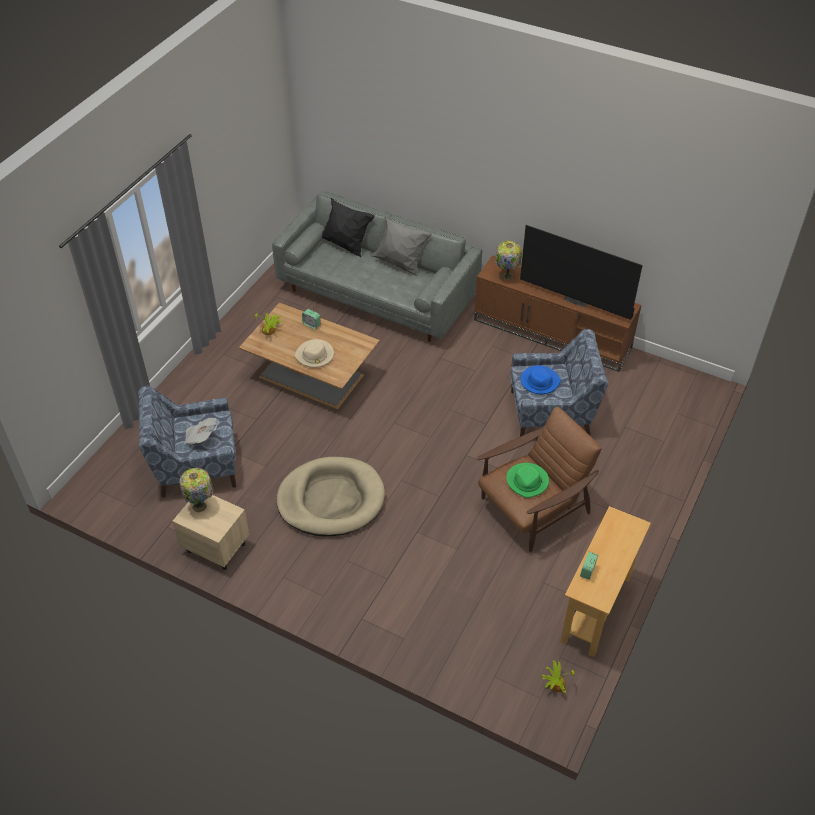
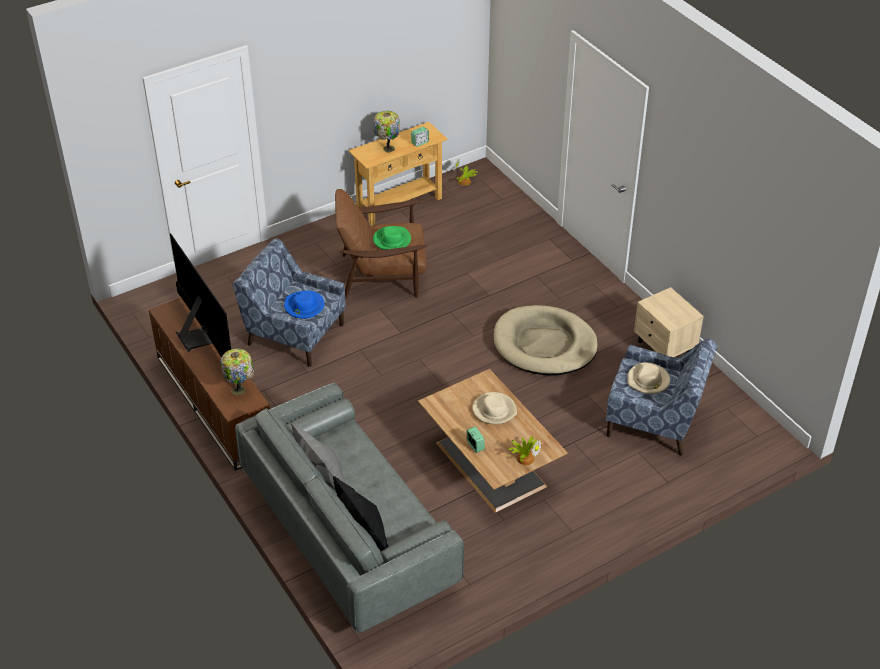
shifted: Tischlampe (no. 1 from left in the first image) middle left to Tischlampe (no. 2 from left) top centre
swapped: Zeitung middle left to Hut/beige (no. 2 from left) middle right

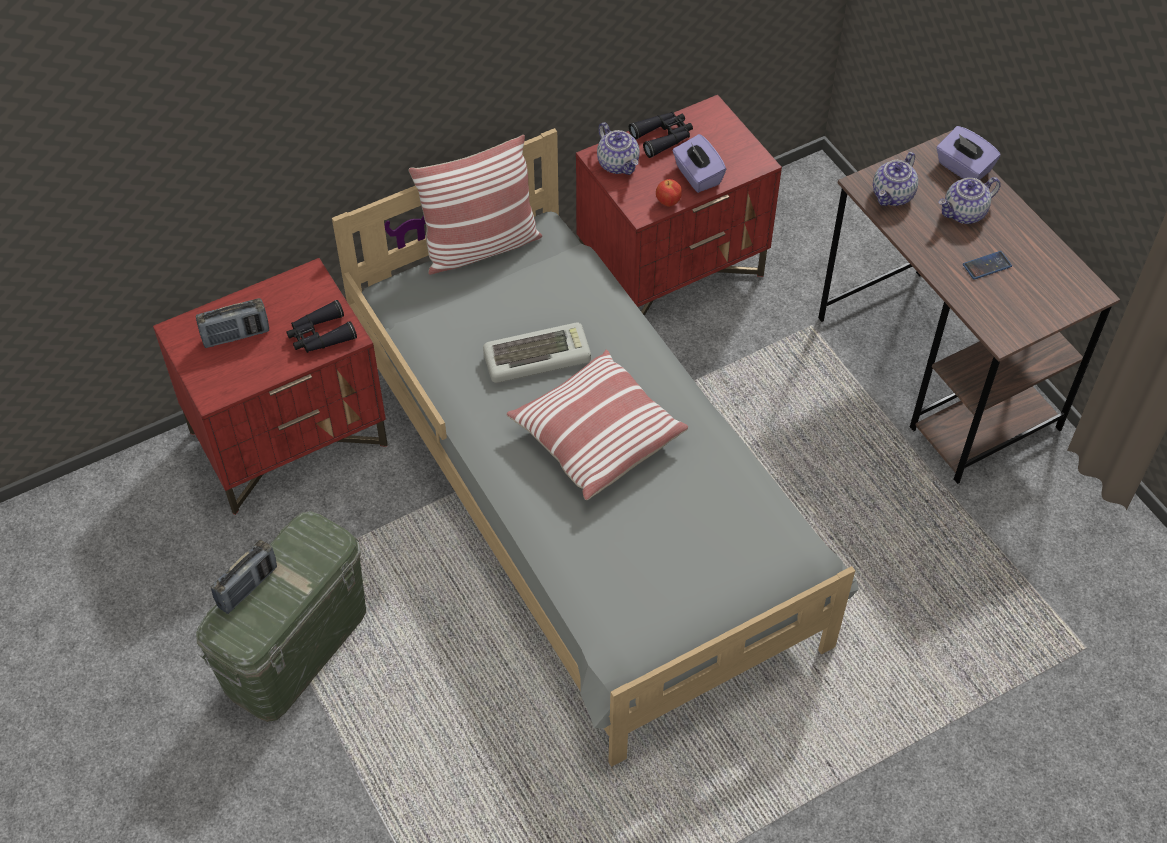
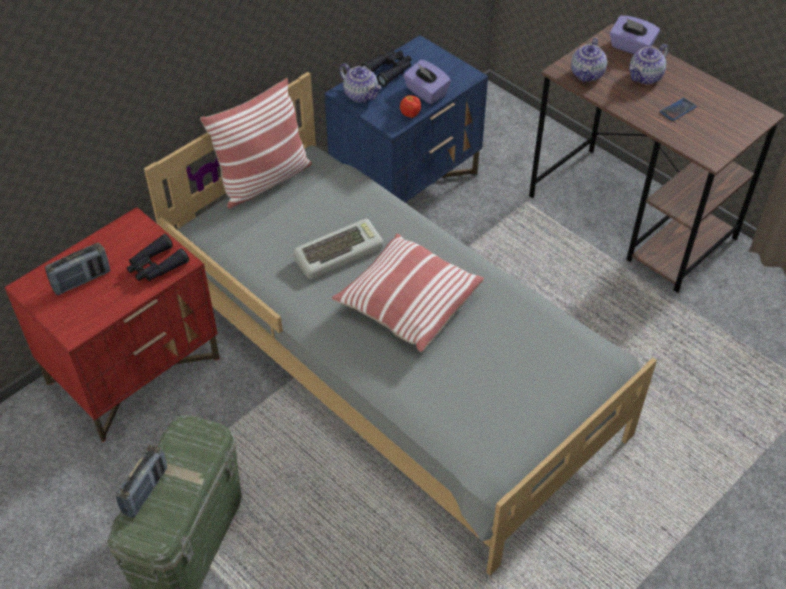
repainted: Nachttisch/rot (no. 2 from left) top centre to Nachttisch/blau top centre

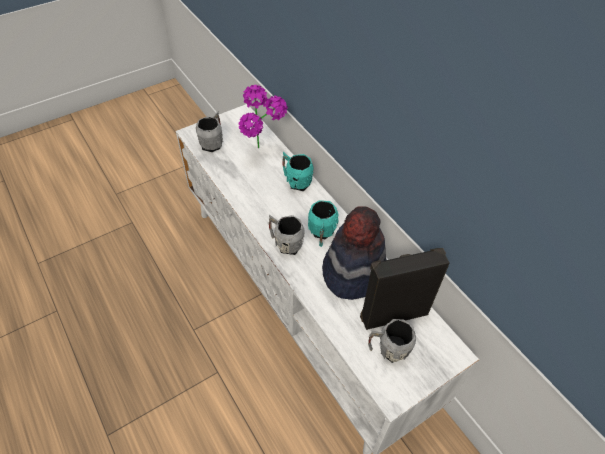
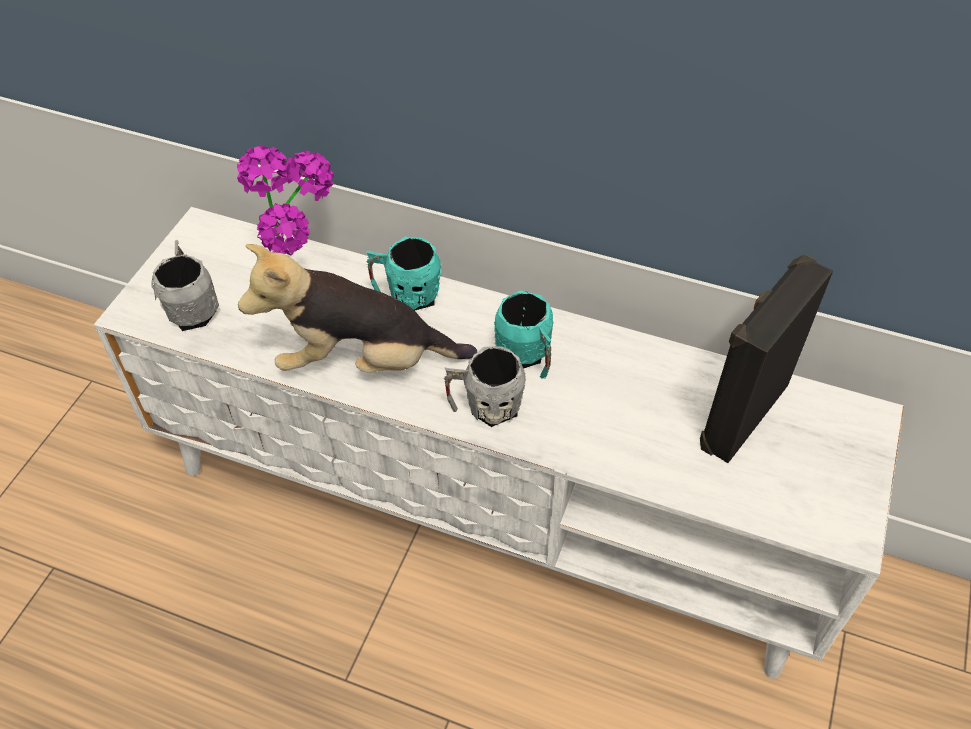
gone: Hut centre; Henkelbecher/grau (no. 3 from left) bottom centre
new: Plüschtier centre

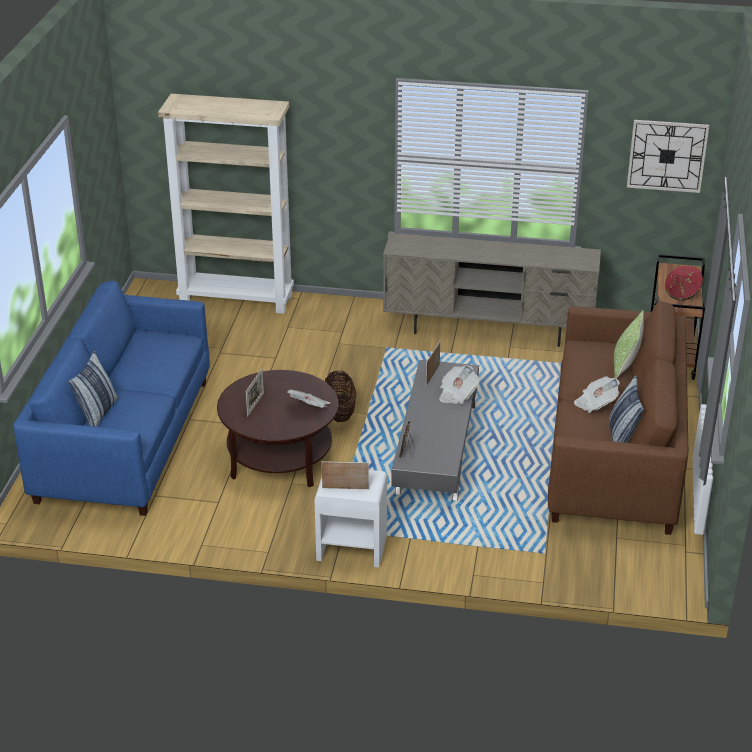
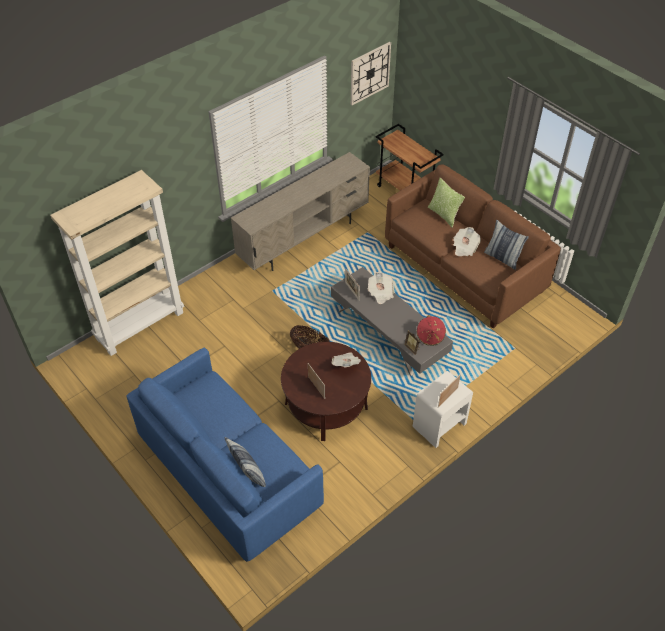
shifted: Hut/rot middle right to centre

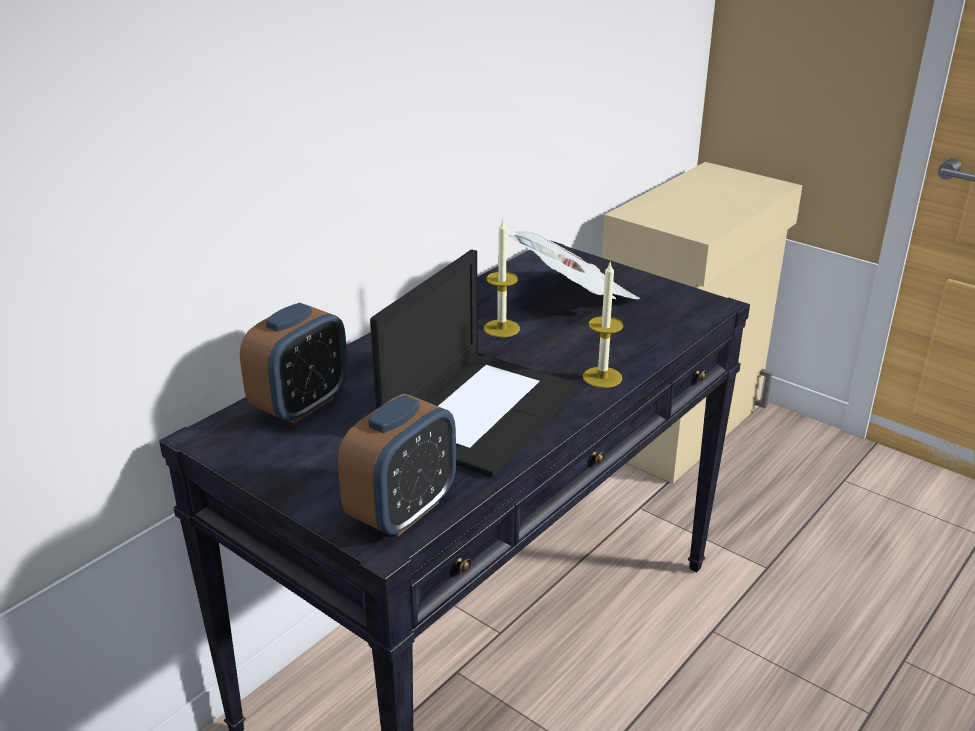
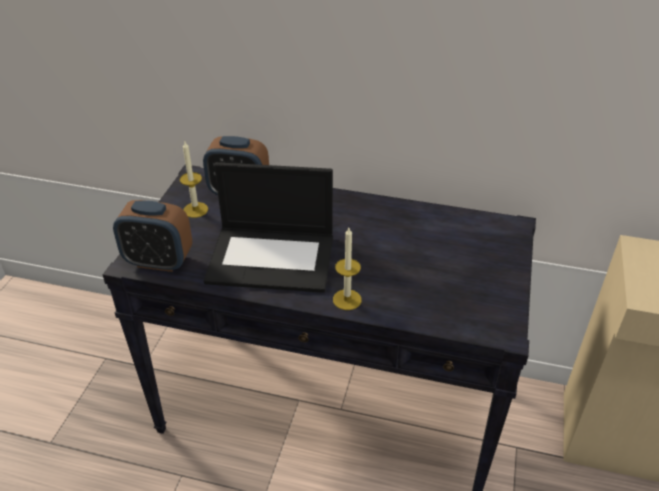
gone: Zeitung centre
shifted: Kerze (no. 1 from left) centre to middle left

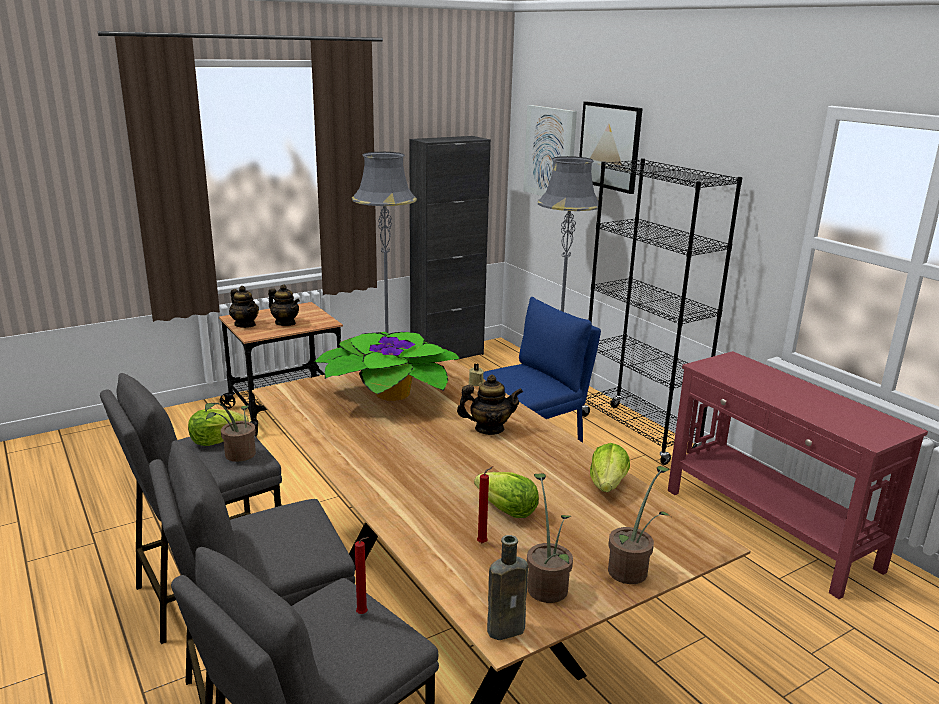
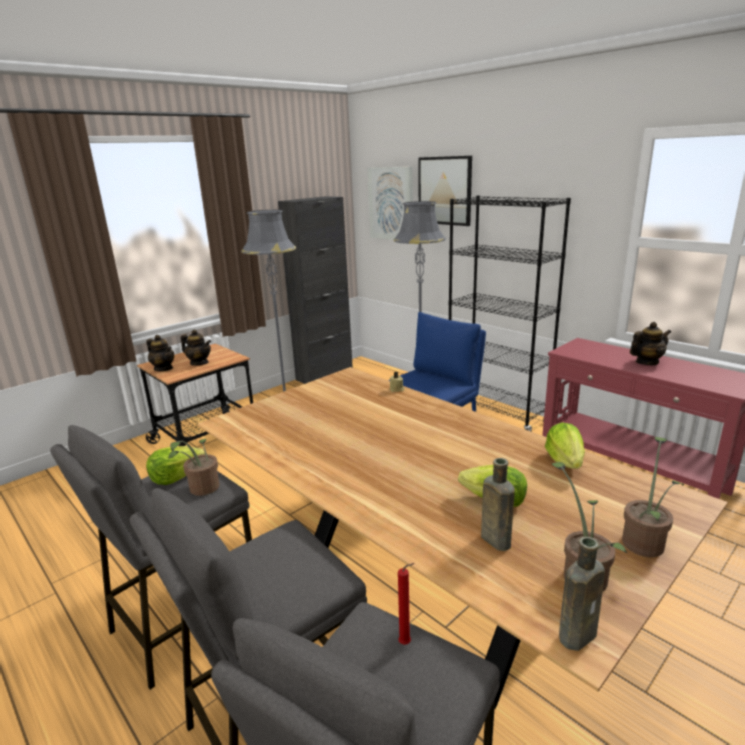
gone: Topfpflanze (no. 2 from left) centre
shifted: Teekanne (no. 3 from left) centre to middle right
swapped: Kerze/rot (no. 2 from left) bottom centre to Flasche/braun (no. 1 from left) bottom right

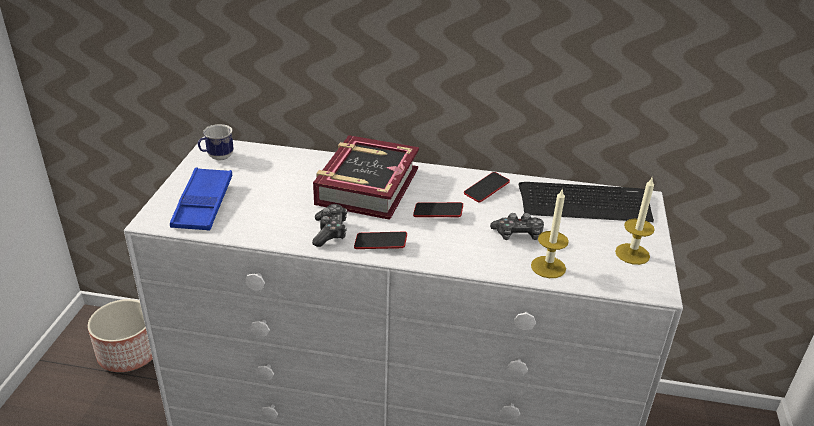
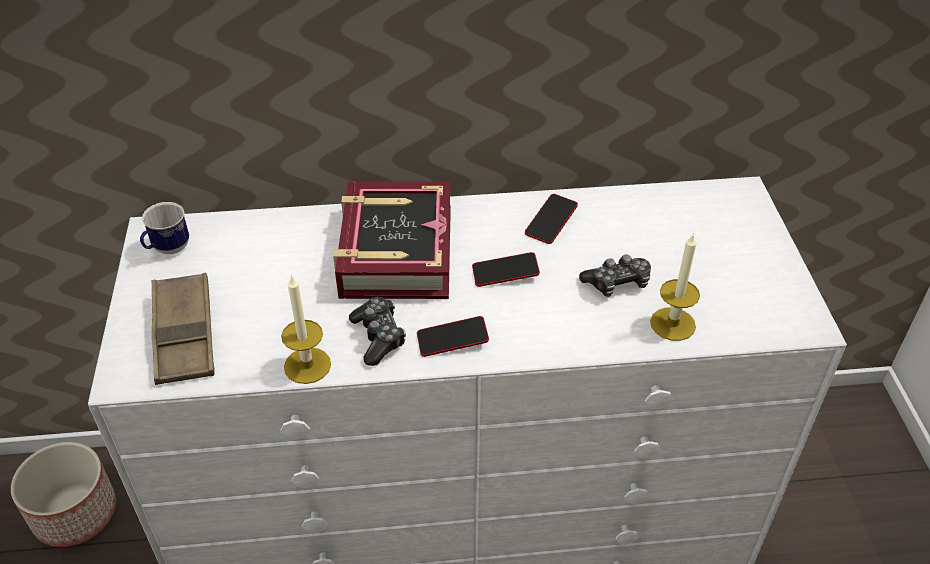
gone: Tastatur middle right
shifted: Kerze (no. 2 from left in the first image) middle right to Kerze (no. 1 from left) middle left
repainted: Tablett/blau middle left to Tablett/braun middle left

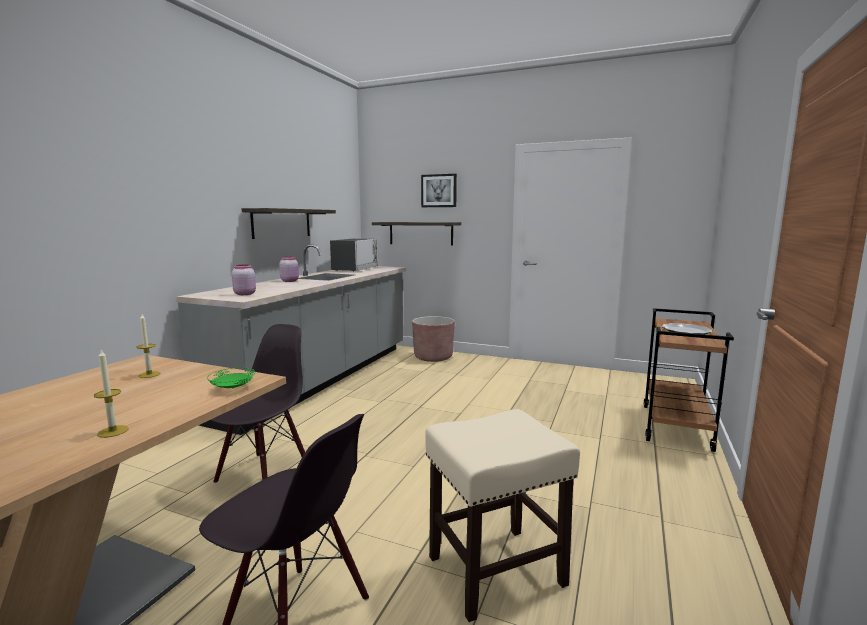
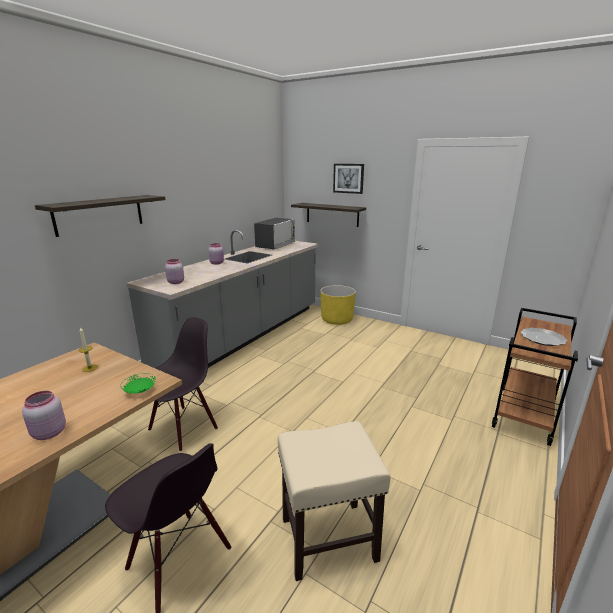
shifted: Wandregal (no. 1 from left) centre to middle left
swapped: Kerze (no. 1 from left) middle left to Vorratsglas/rosa (no. 1 from left) bottom left
repainted: Pflanzkübel/braun centre to Pflanzkübel/gelb centre

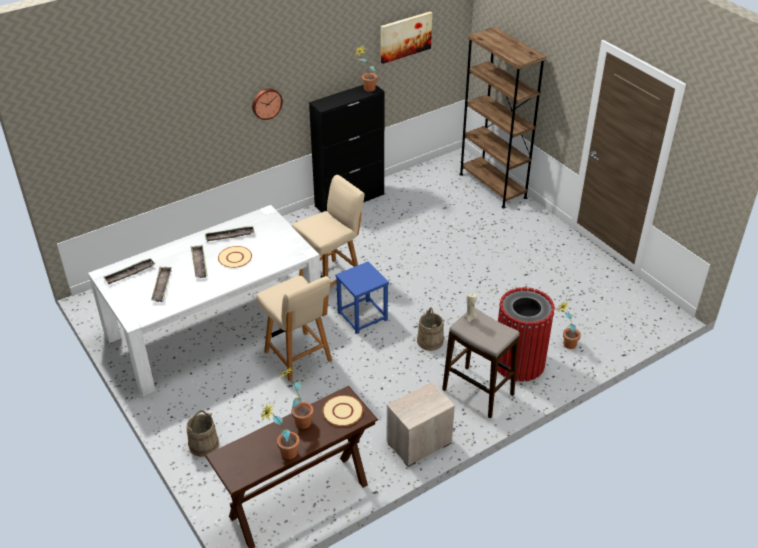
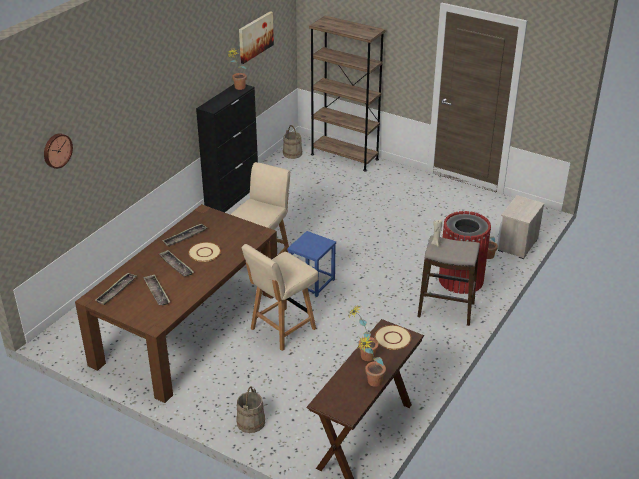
shifted: Wanduhr top centre to top left; Eimer/beige (no. 2 from left) centre to top centre; Nachttisch bottom centre to middle right
repainted: Esstisch/weiß middle left to Esstisch/braun middle left
rotated: Stuhl/beige (no. 1 from left in the first image) centre = centre 105 degrees clockwise

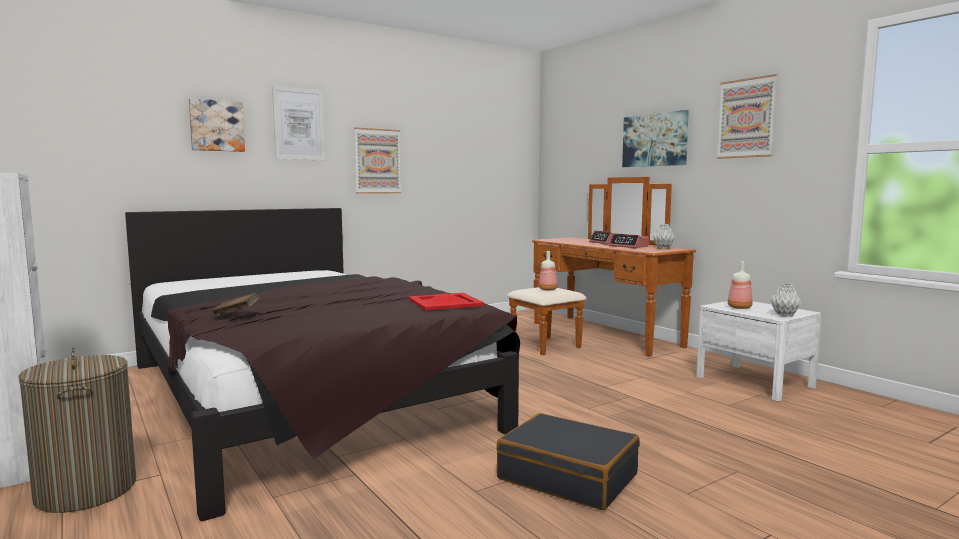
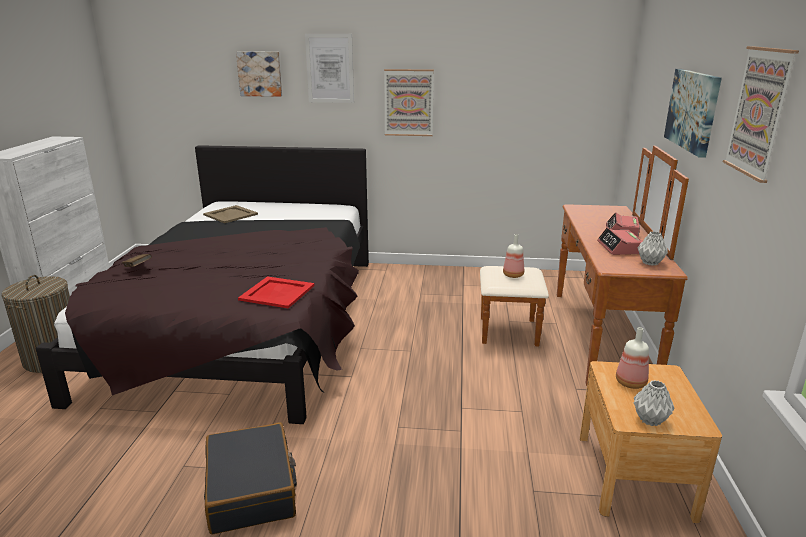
new: Tablett/beige middle left
repainted: Nachttisch/weiß middle right to Nachttisch/braun bottom right

